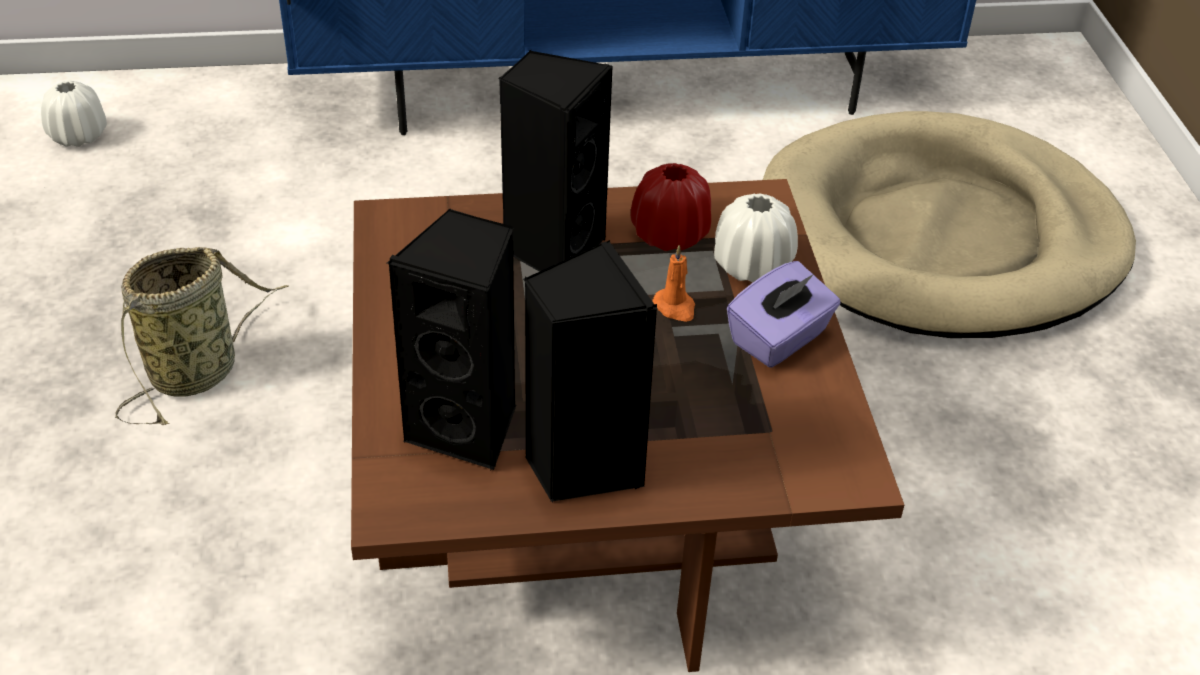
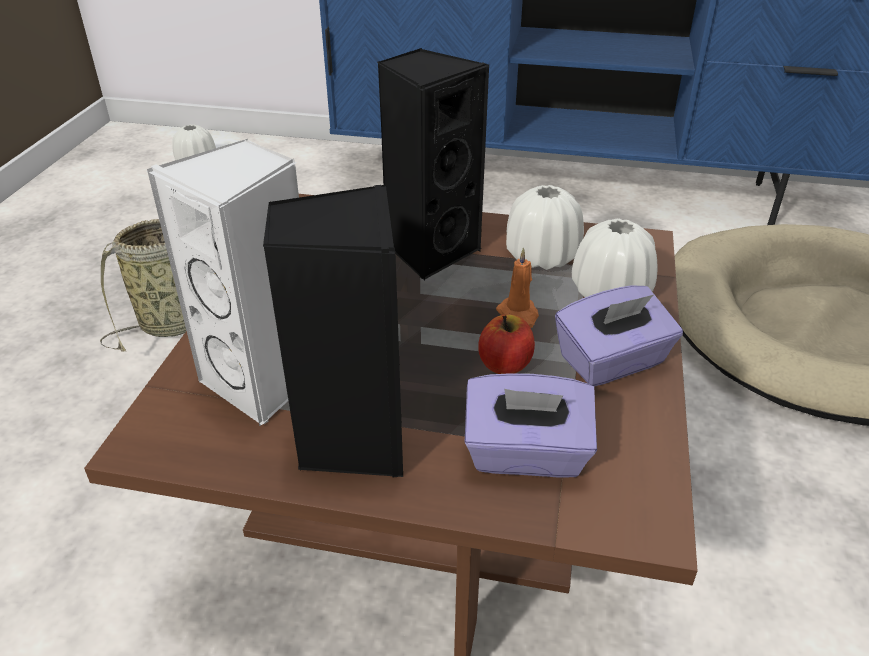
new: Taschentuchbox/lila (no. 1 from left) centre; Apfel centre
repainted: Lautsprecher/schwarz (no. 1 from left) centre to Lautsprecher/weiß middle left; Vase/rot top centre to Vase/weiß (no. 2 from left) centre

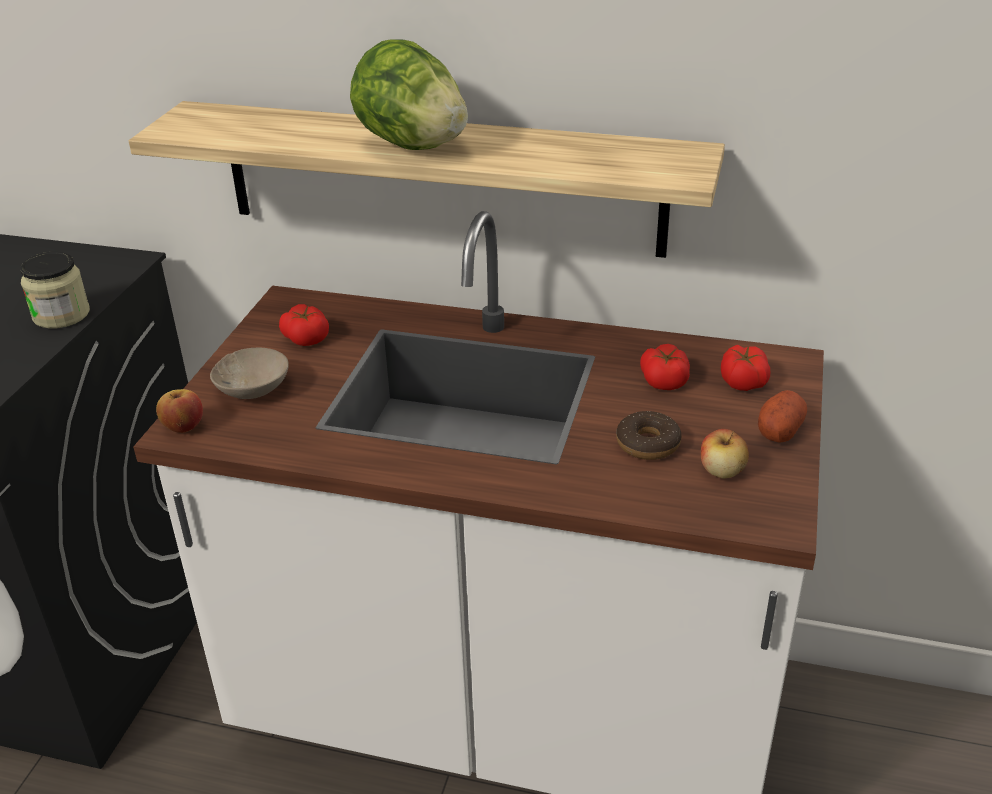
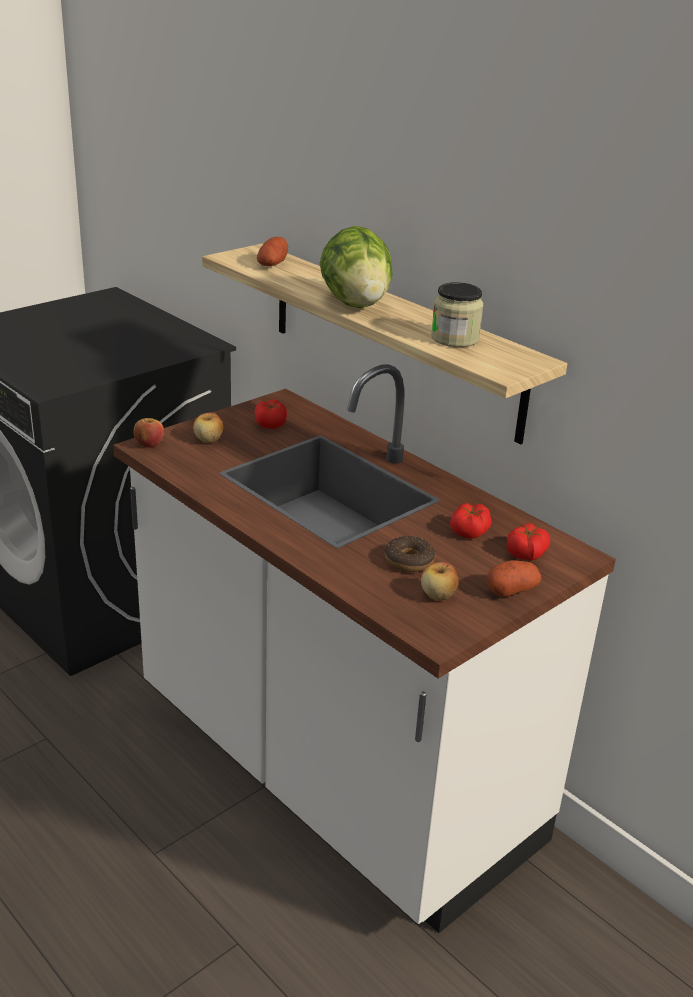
new: Kartoffel (no. 1 from left) top centre
shifted: Vorratsglas middle left to top centre
swapped: Schüssel/beige middle left to Apfel (no. 2 from left) middle left

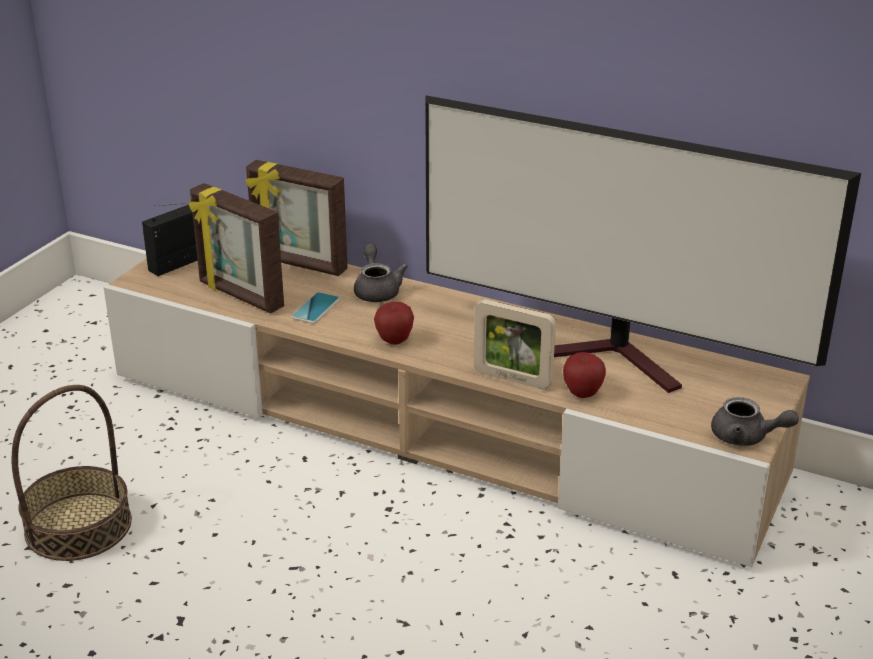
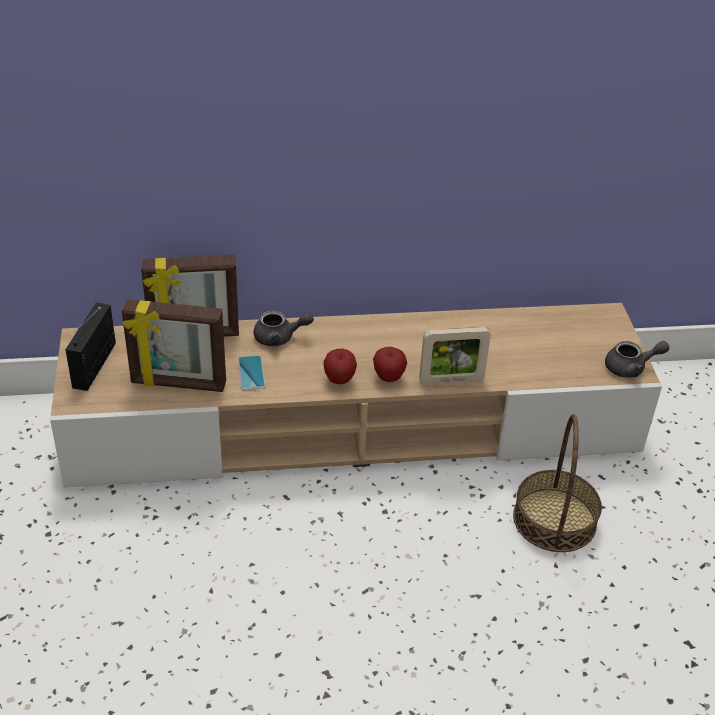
gone: Fernseher middle right
shifted: Apfel (no. 2 from left) middle right to centre; Korb bottom left to bottom right
rotated: Teekanne/grau (no. 1 from left) centre = centre 135 degrees clockwise

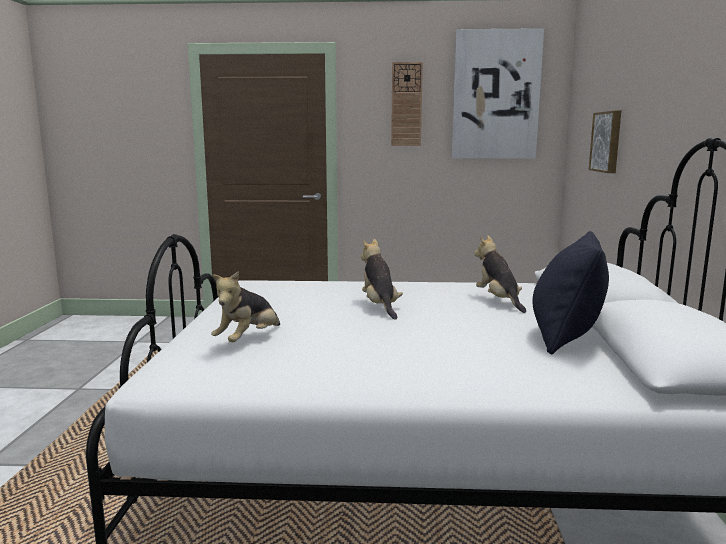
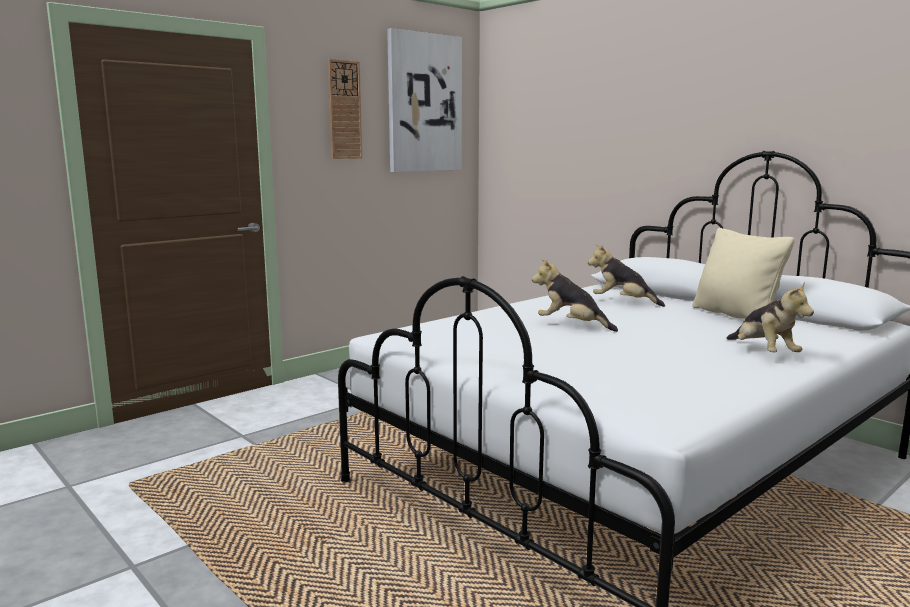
gone: Bild (no. 2 from left) top right
shifted: Plüschtier (no. 1 from left in the first image) centre to Plüschtier (no. 3 from left) middle right
repainted: Kissen/schwarz middle right to Kissen/beige middle right

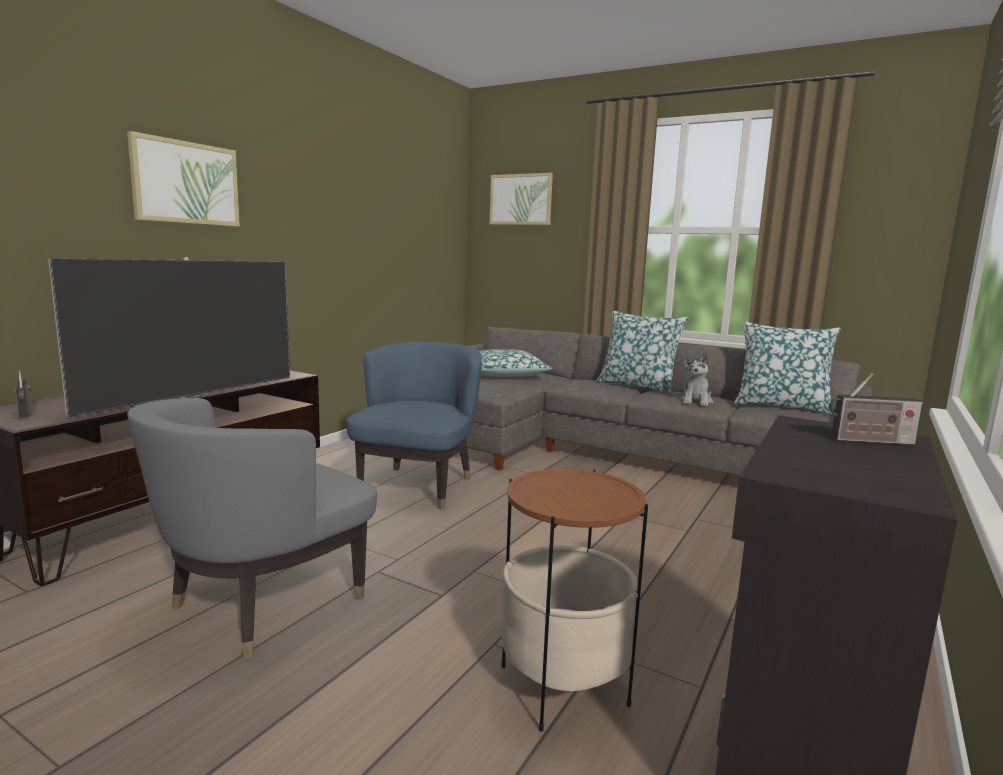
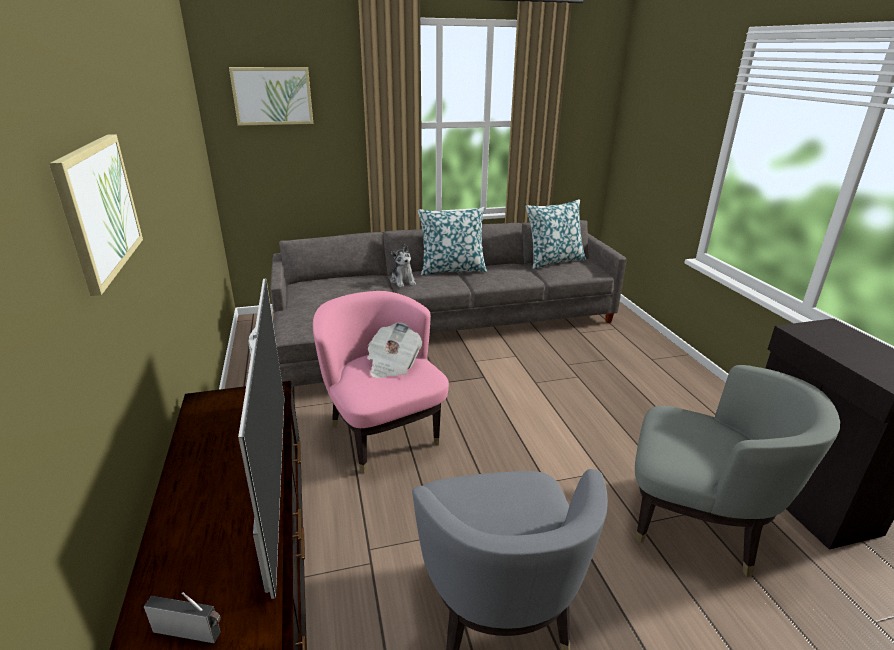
gone: Kissen (no. 1 from left) centre; Radio (no. 2 from left) middle right
new: Zeitung centre
shifted: Plüschtier middle right to centre
swapped: Beistelltisch bottom centre to Sessel/grau (no. 2 from left) bottom right
repainted: Sessel/blau centre to Sessel/rosa centre

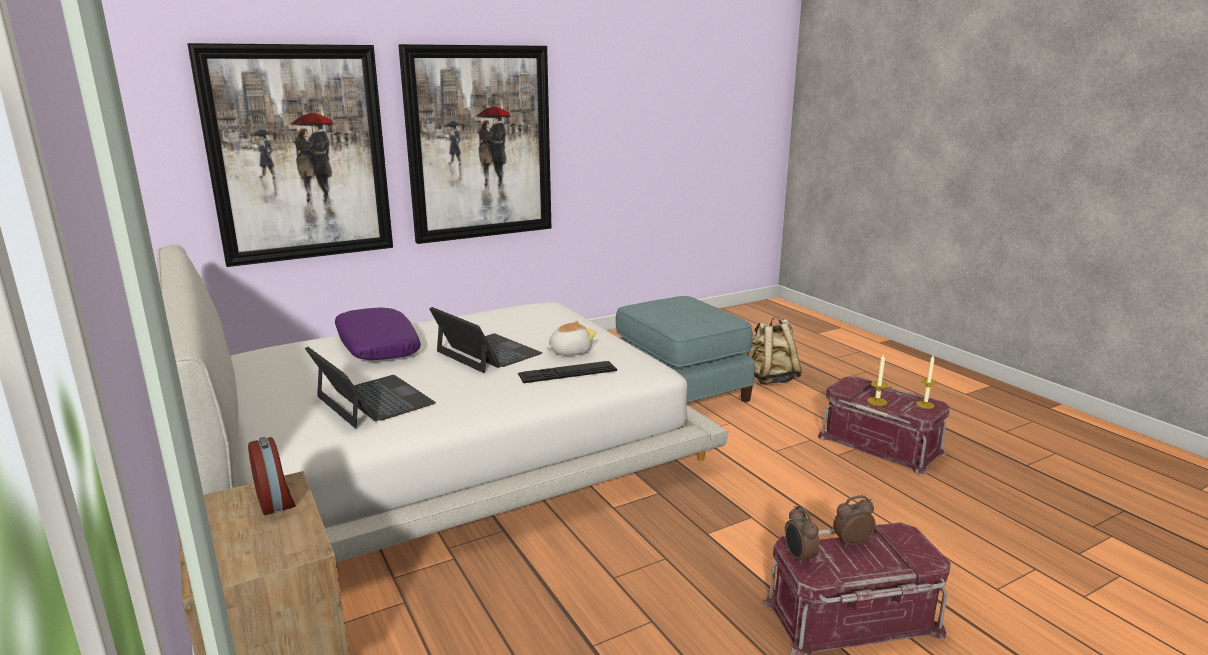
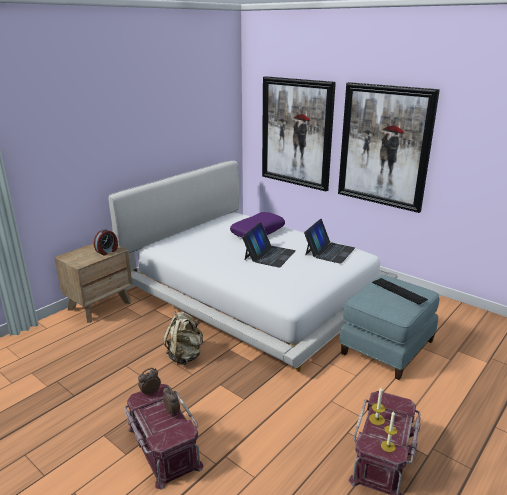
gone: Plüschtier centre
shifted: Rucksack/beige centre to bottom centre; Laptop (no. 1 from left in the first image) middle left to Laptop (no. 2 from left) centre; Tastatur centre to middle right

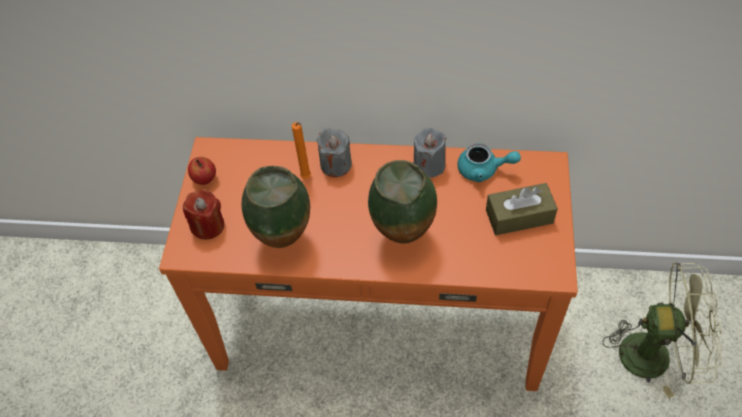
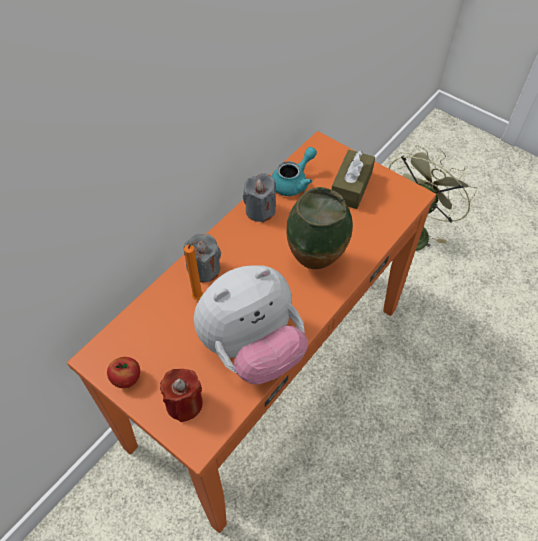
swapped: Vase (no. 1 from left) centre to Plüschtier centre

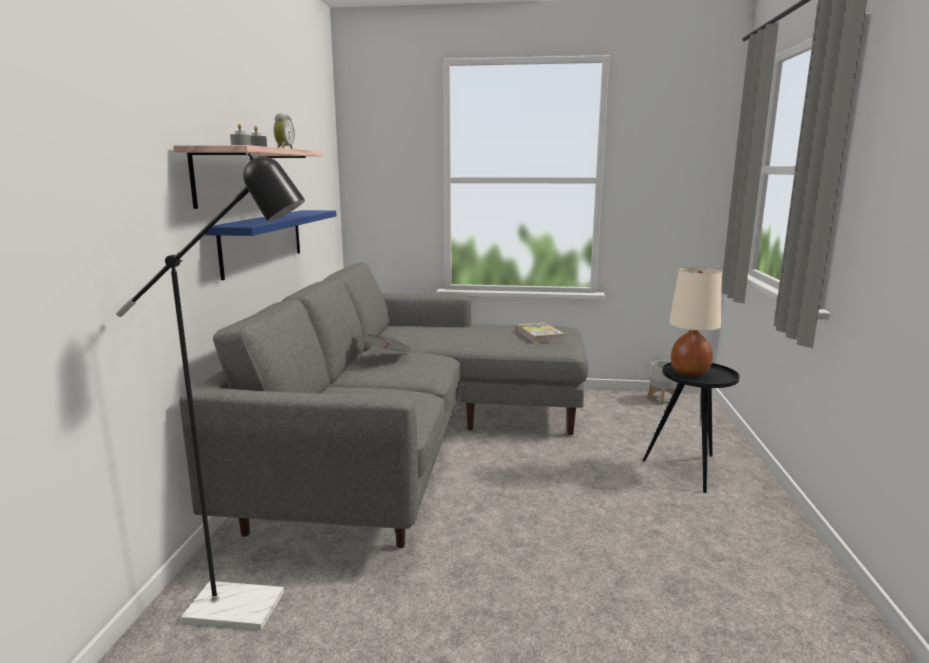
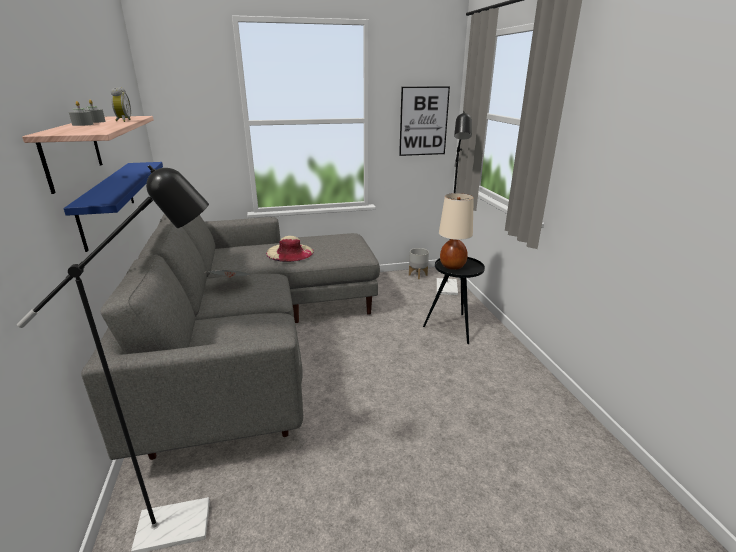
gone: Buch centre
new: Hut/beige centre; Bild top centre; Stehlampe/schwarz (no. 2 from left) centre

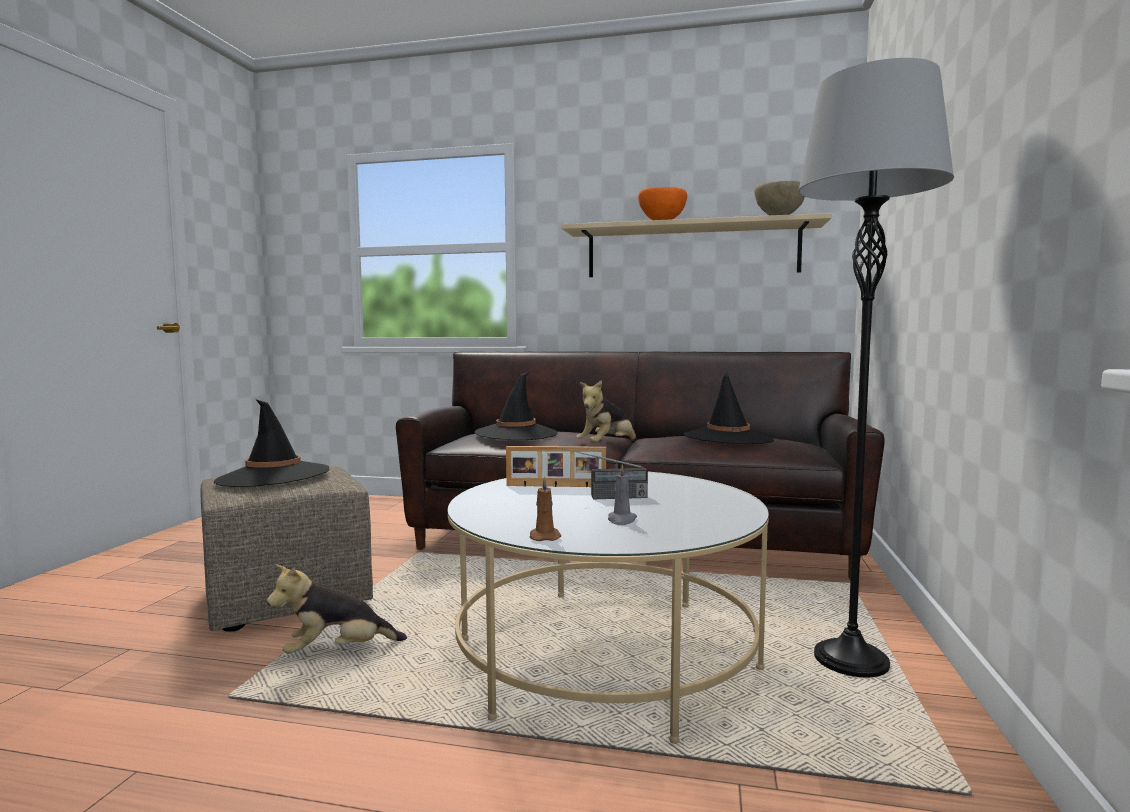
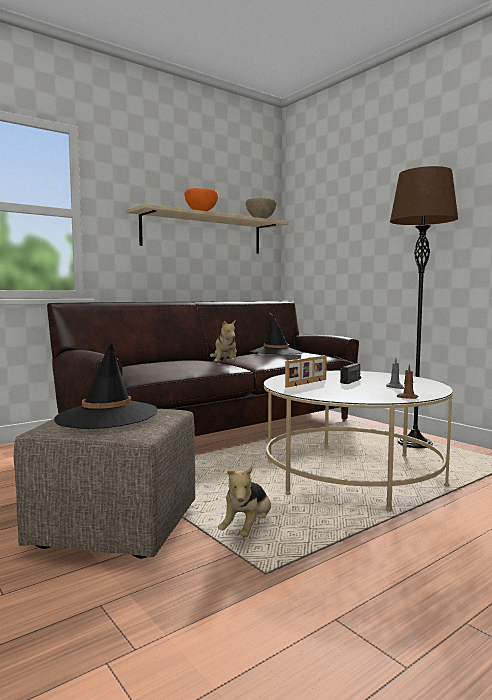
gone: Hut/schwarz (no. 2 from left) centre
repainted: Stehlampe/grau middle right to Stehlampe/braun middle right

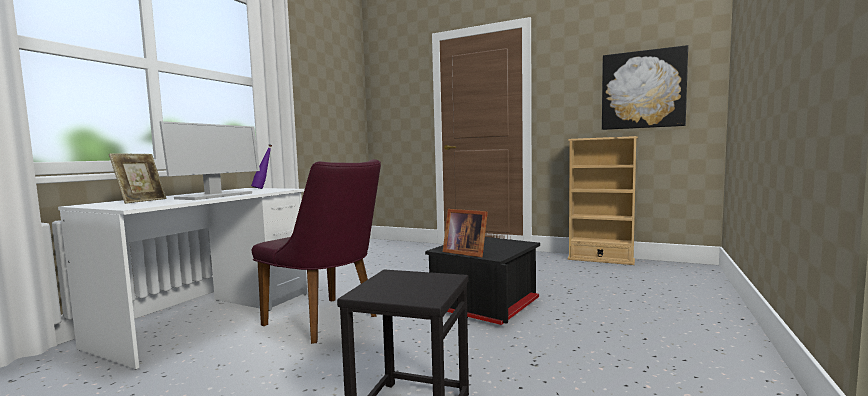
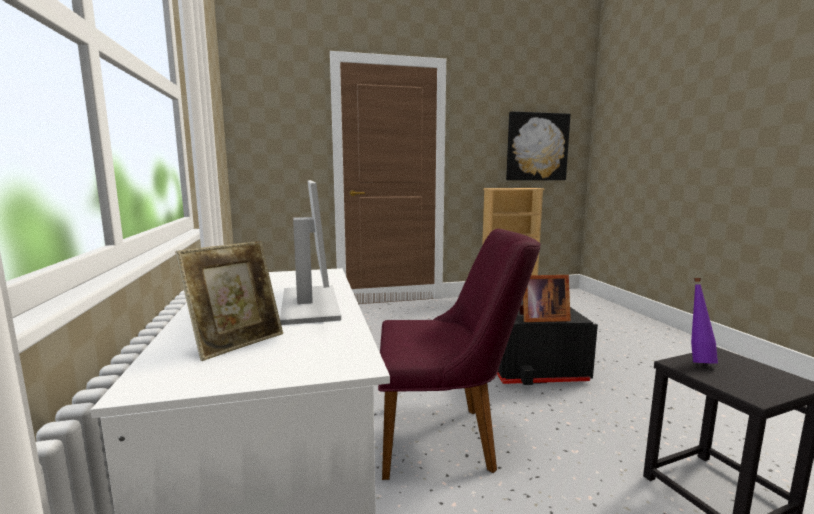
shifted: Flasche/lila middle left to middle right
rotated: Bilderrahmen (no. 1 from left) middle left = middle left 60 degrees clockwise

